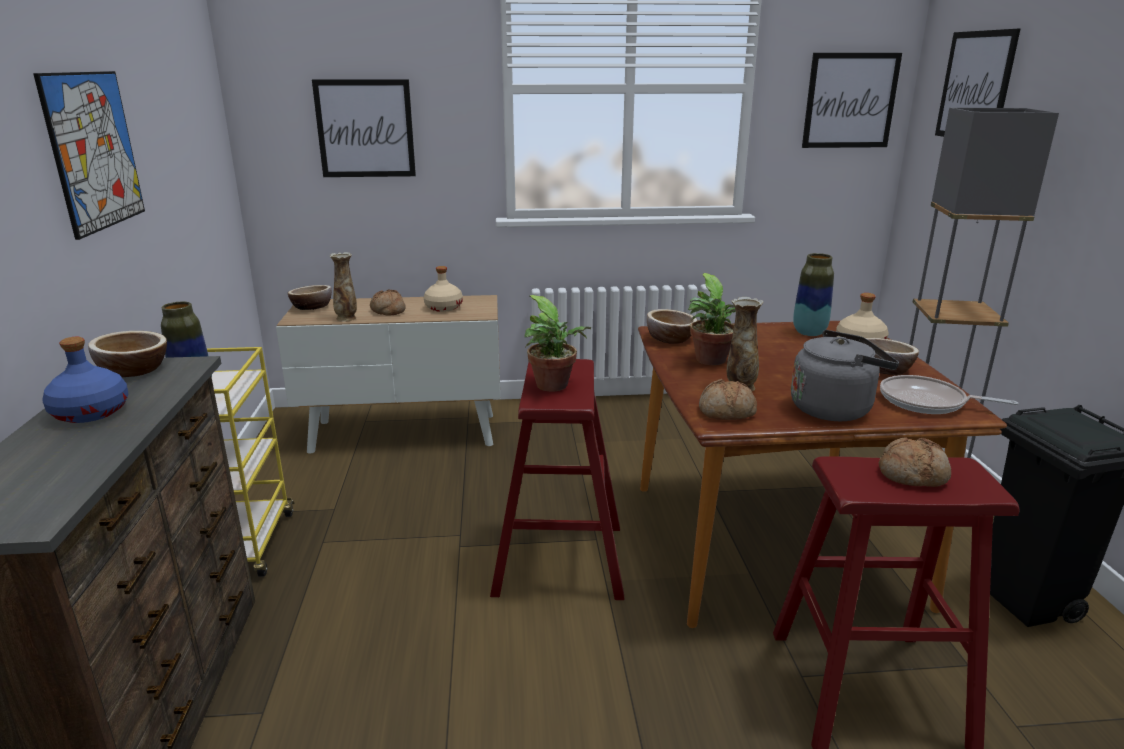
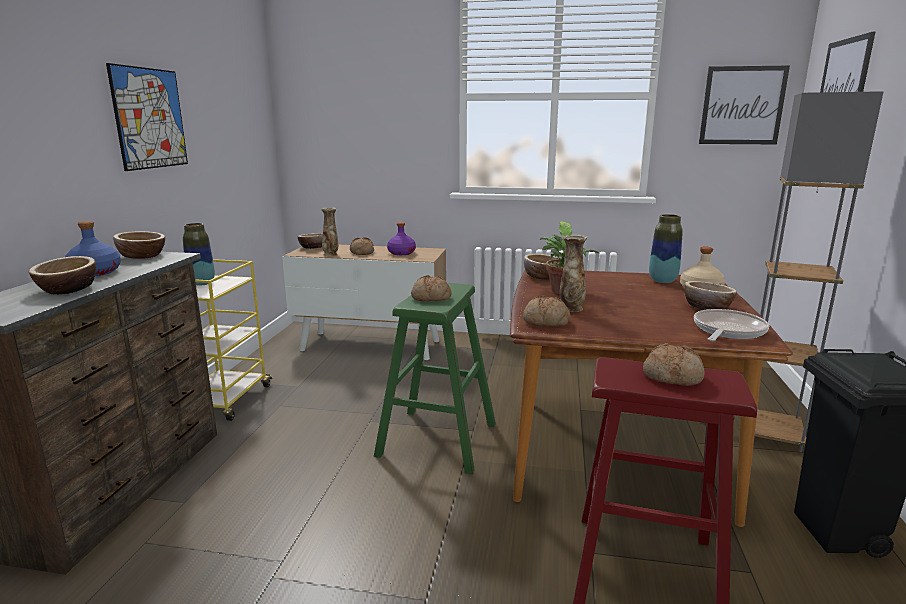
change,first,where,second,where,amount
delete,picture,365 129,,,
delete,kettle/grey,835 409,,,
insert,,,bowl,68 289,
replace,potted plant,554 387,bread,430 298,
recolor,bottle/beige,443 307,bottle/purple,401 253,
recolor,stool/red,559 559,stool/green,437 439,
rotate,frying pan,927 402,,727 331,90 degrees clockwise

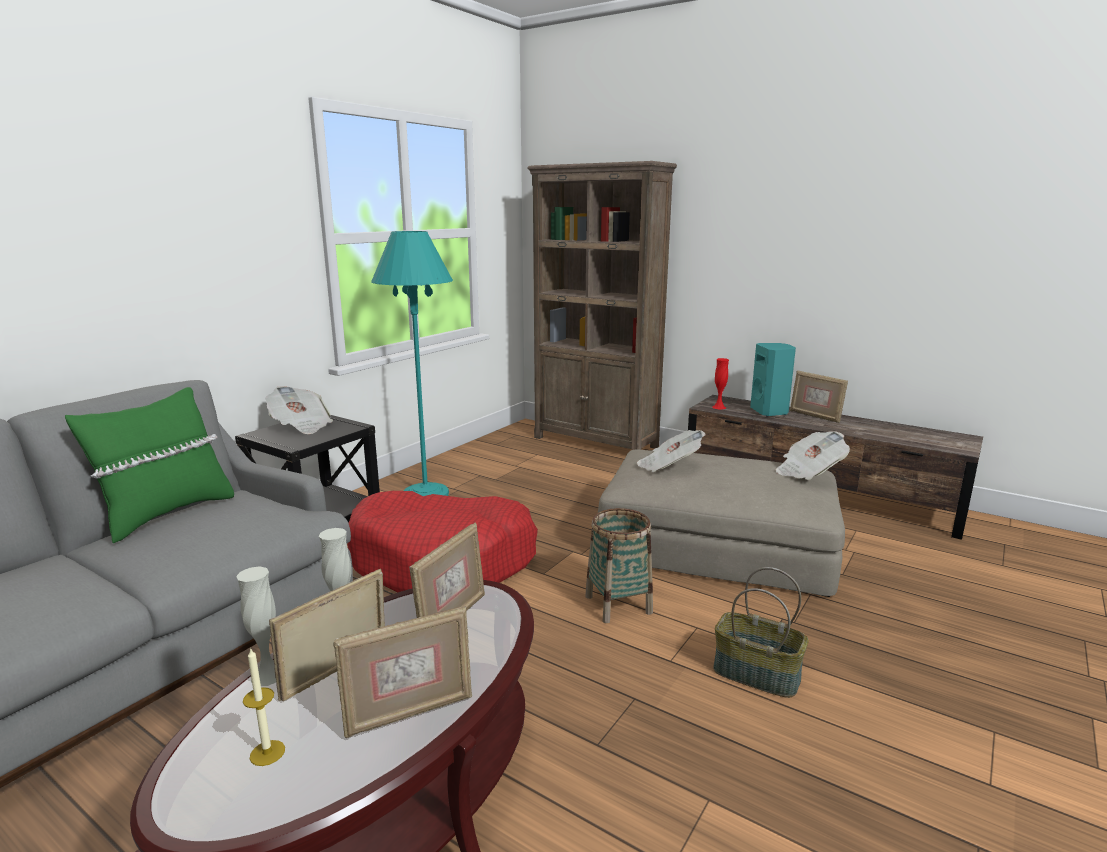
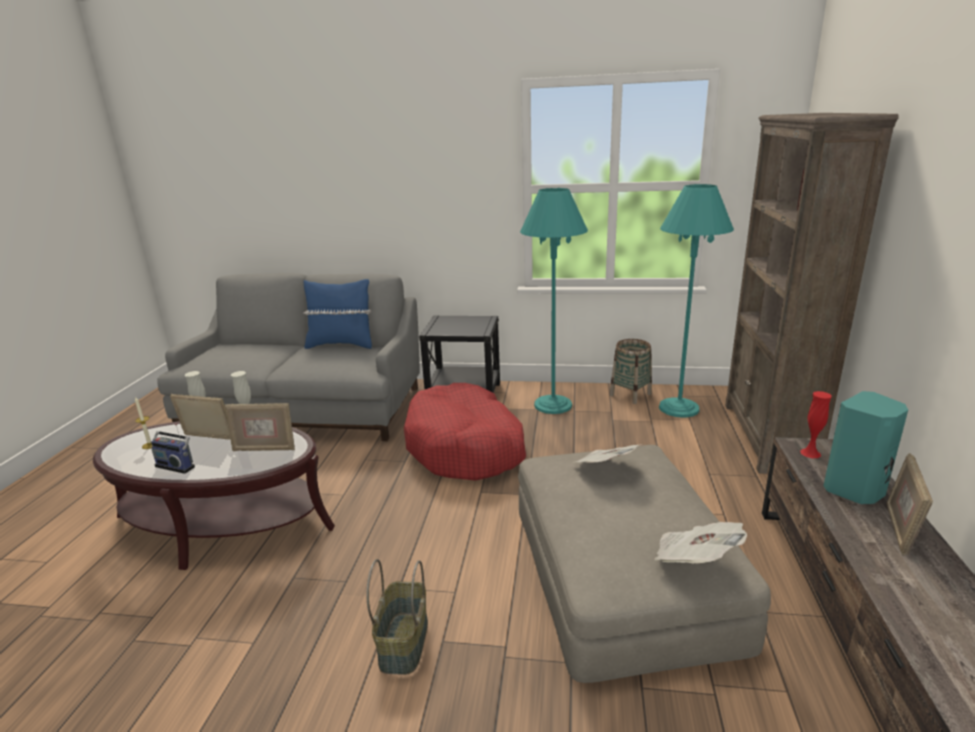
change,first,where,second,where,amount
delete,newspaper,301 426,,,
insert,,,floor lamp/turquoise,679 408,
move,basket,618 604,,630 394,
replace,picture frame,409 713,radio,177 465,
recolor,pillow/green,167 514,pillow/blue,341 345,

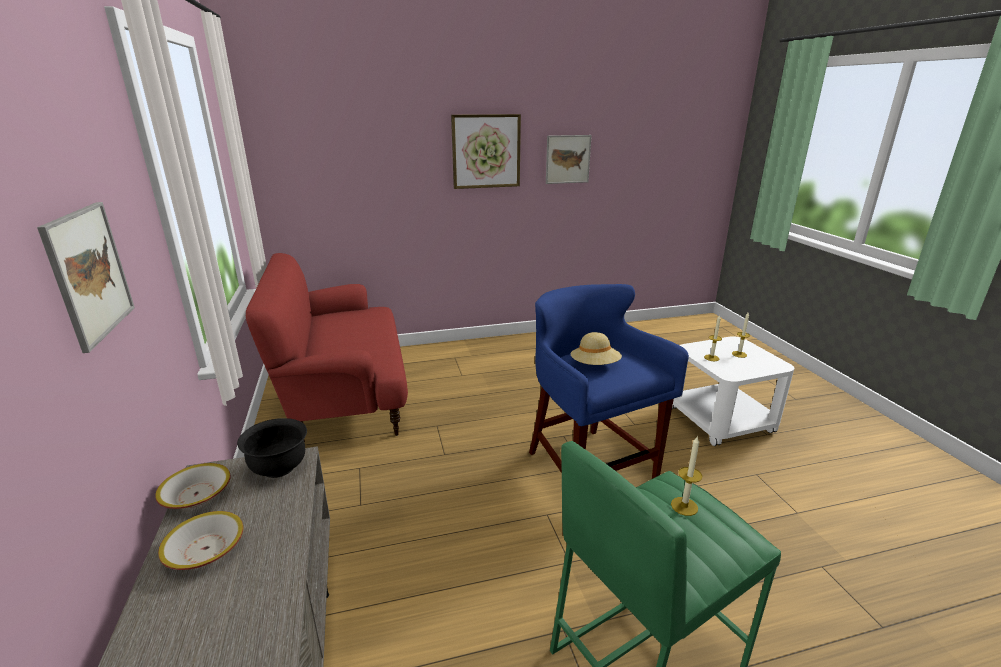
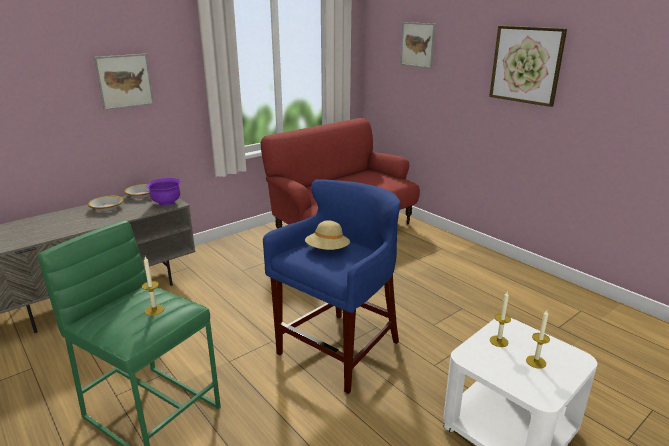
change,first,where,second,where,amount
move,picture,567 159,,417 44,
recolor,bowl/black,279 468,bowl/purple,166 203,

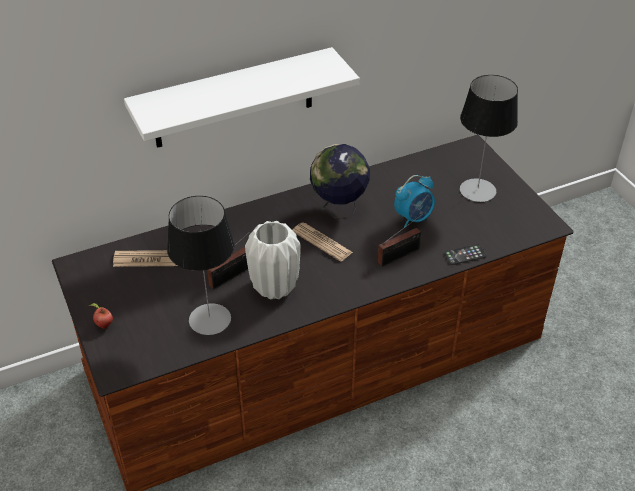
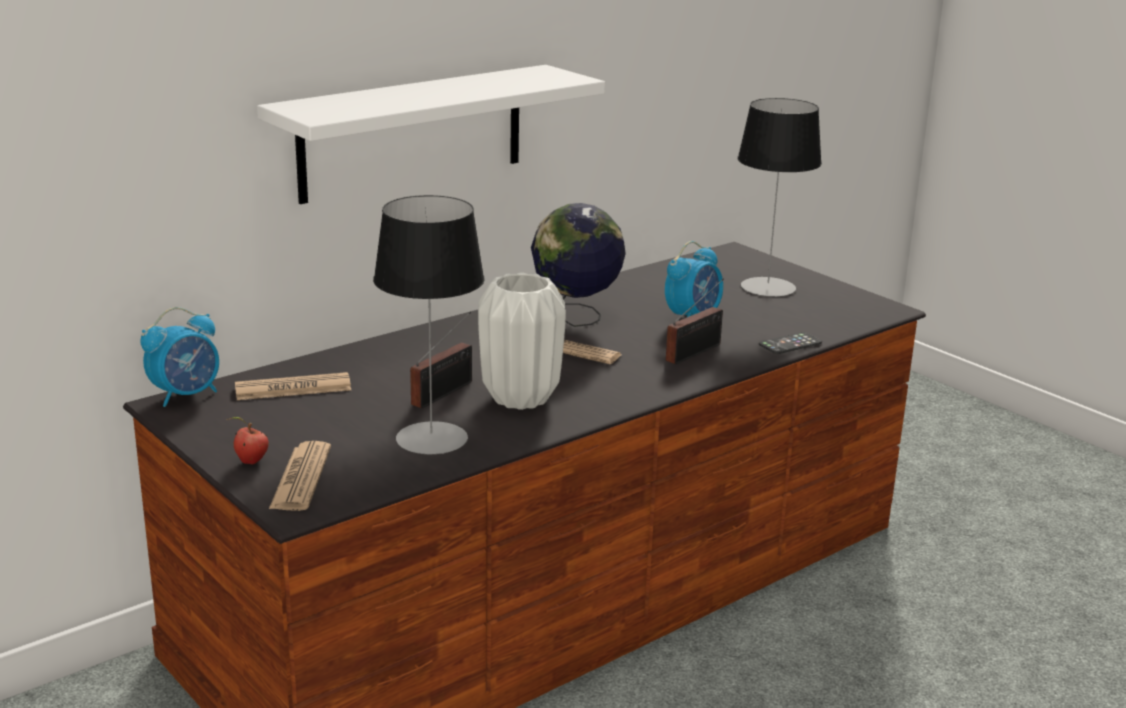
change,first,where,second,where,amount
insert,,,alarm clock,186 395,
insert,,,newspaper,301 478,

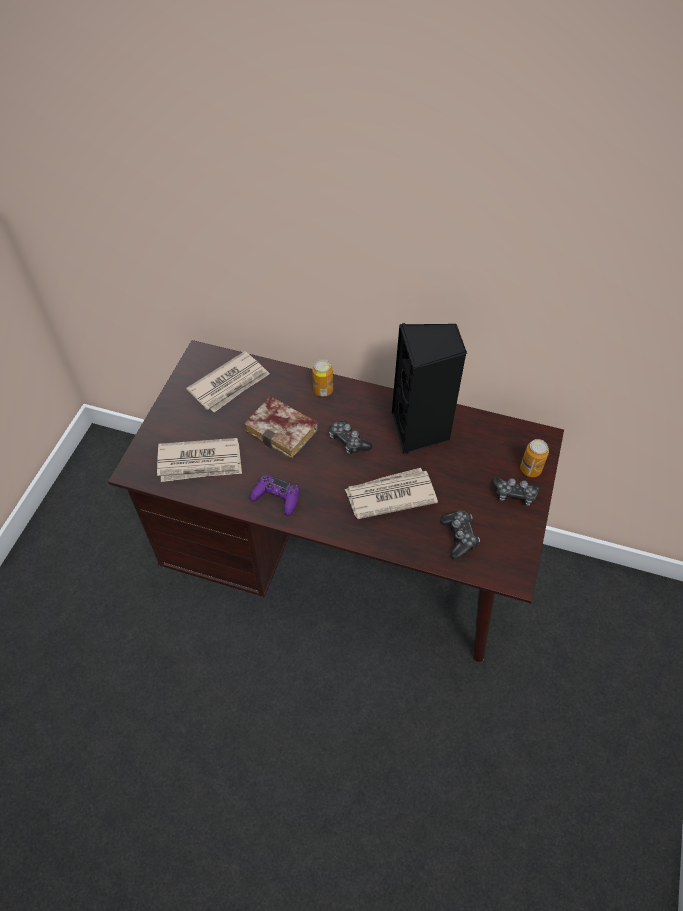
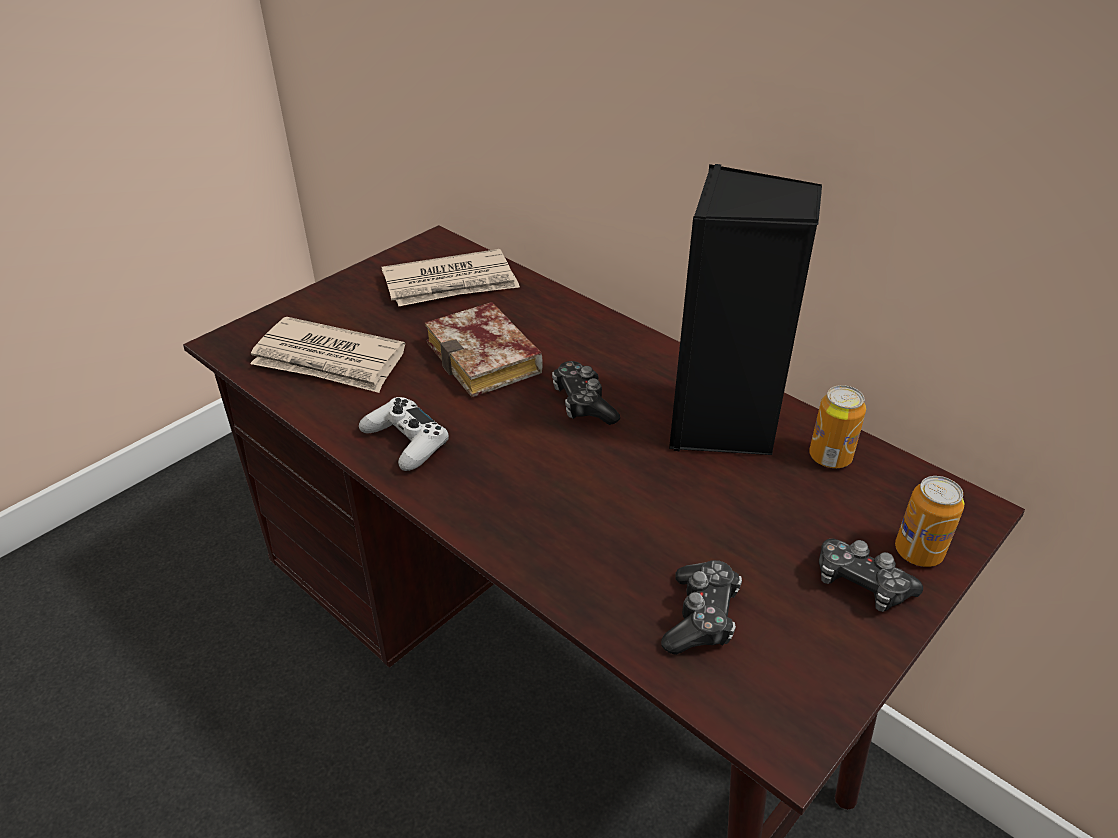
change,first,where,second,where,amount
delete,newspaper,389 495,,,
move,can,323 390,,830 457,
recolor,game controller/purple,276 498,game controller/white,406 442,

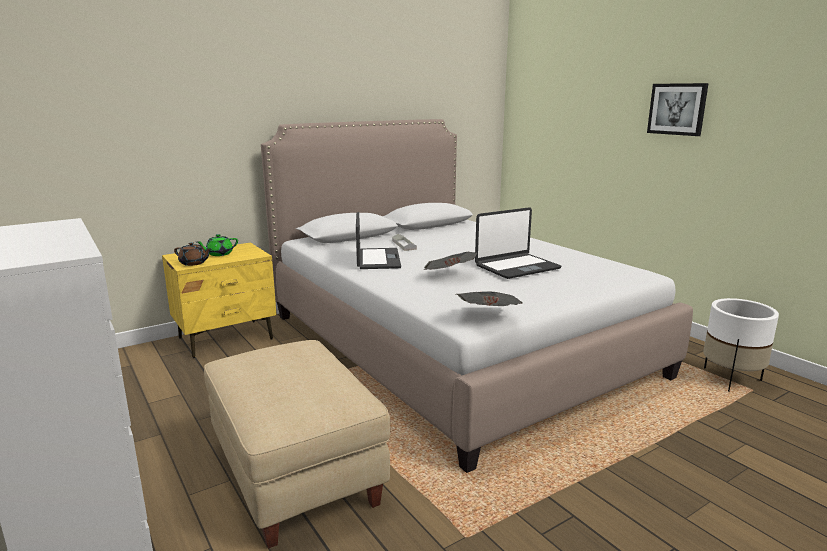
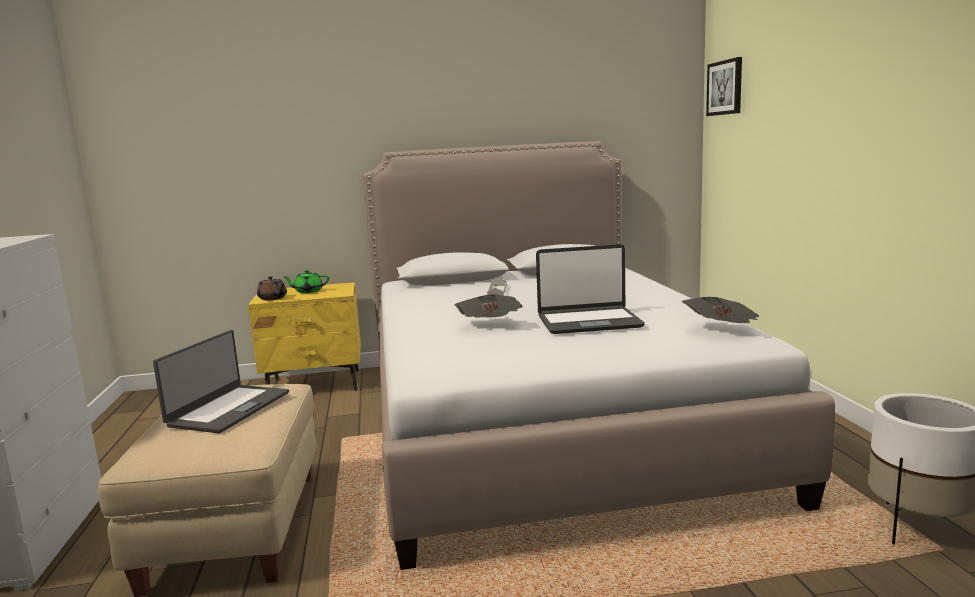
change,first,where,second,where,amount
move,laptop,377 259,,228 409,
move,newspaper,489 316,,722 330,
move,picture,677 109,,725 87,

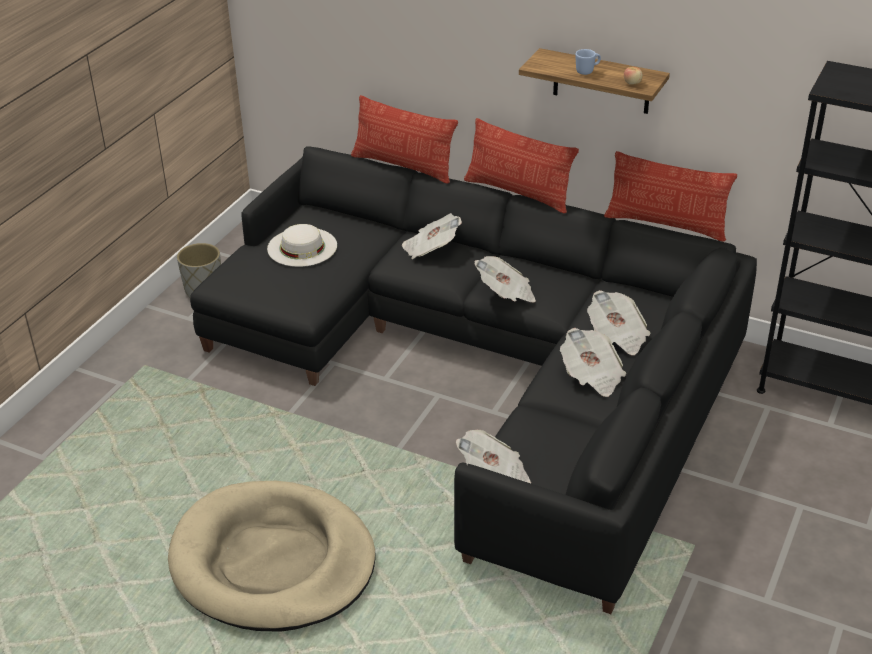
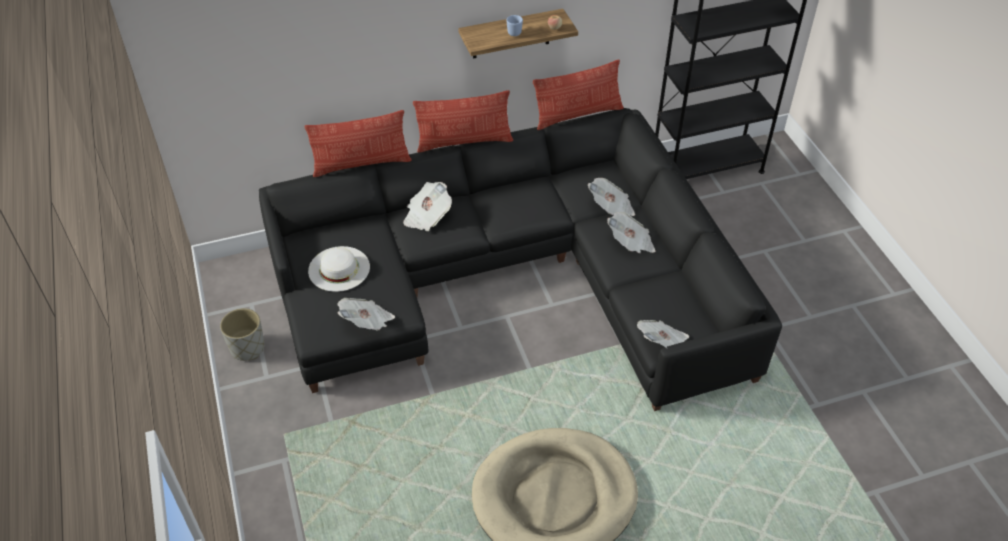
change,first,where,second,where,amount
move,newspaper,506 294,,367 322,

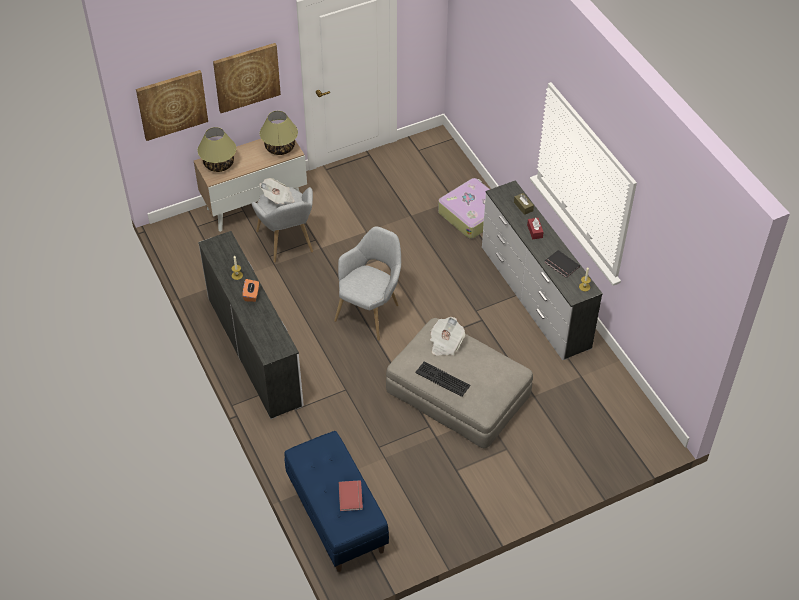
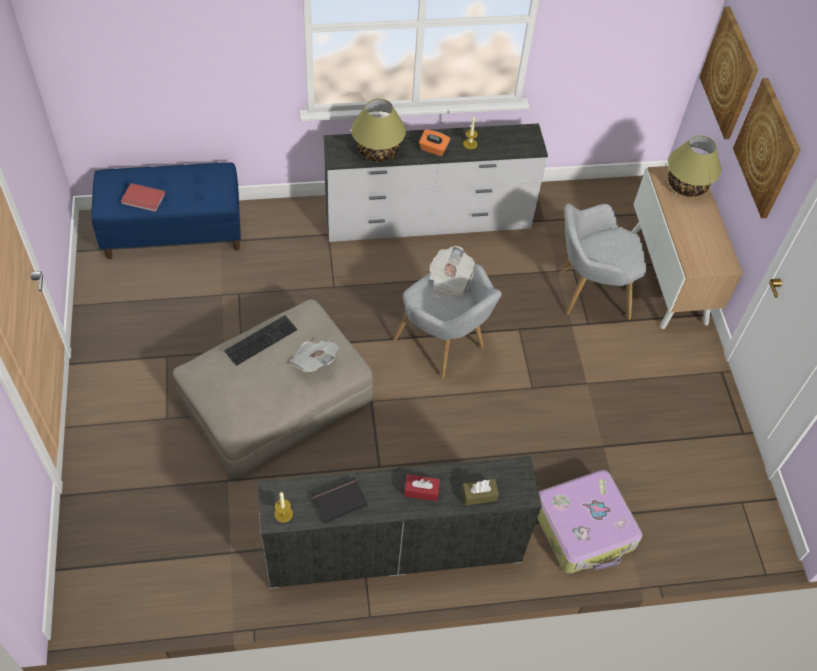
change,first,where,second,where,amount
move,newspaper,278 198,,449 281,
move,table lamp,280 148,,377 151,

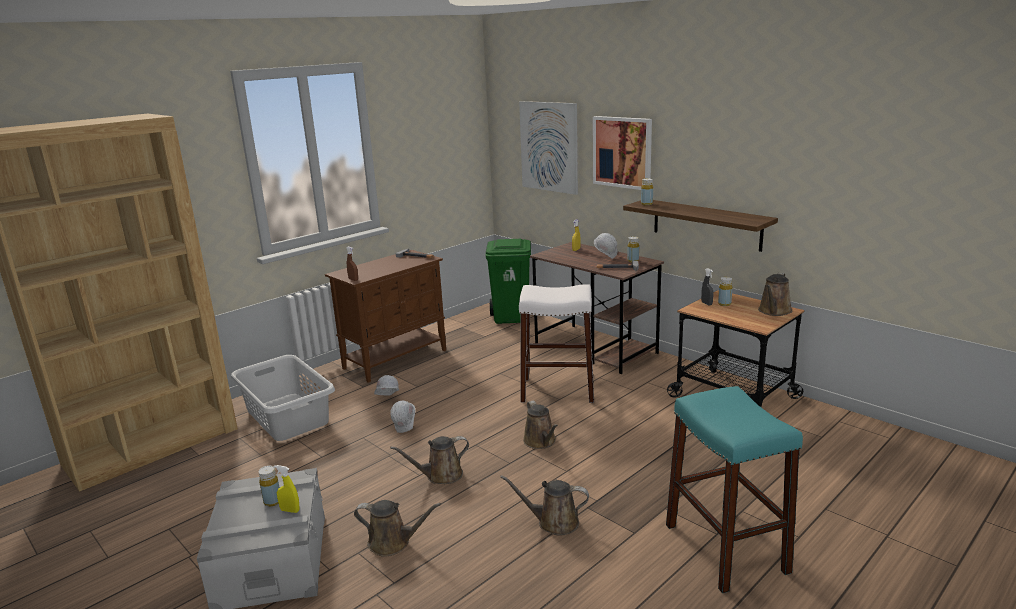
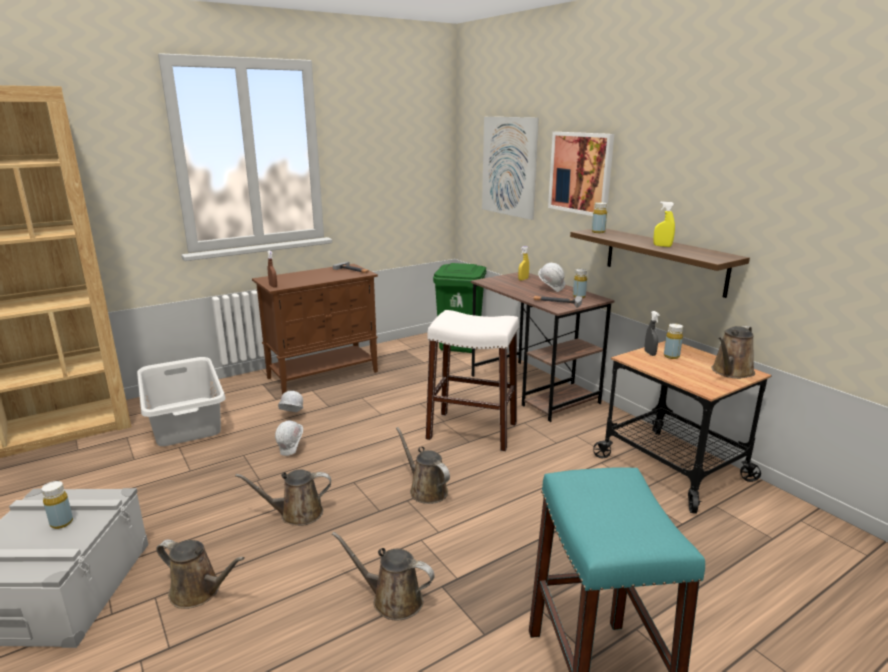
change,first,where,second,where,amount
move,spray bottle/yellow,290 510,,662 246,
rotate,watering can/brown,541 442,,426 490,150 degrees clockwise

